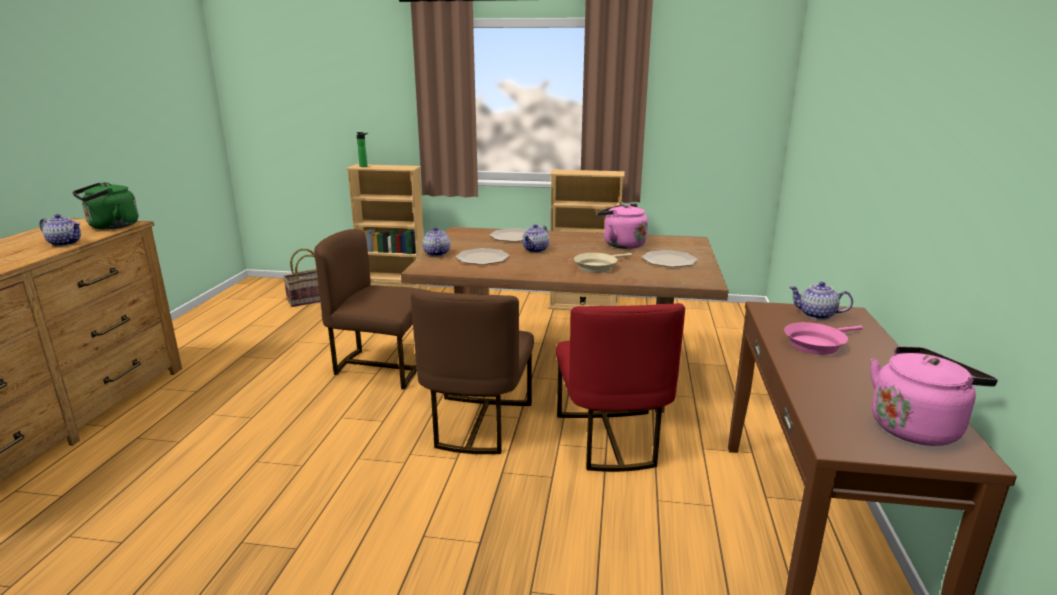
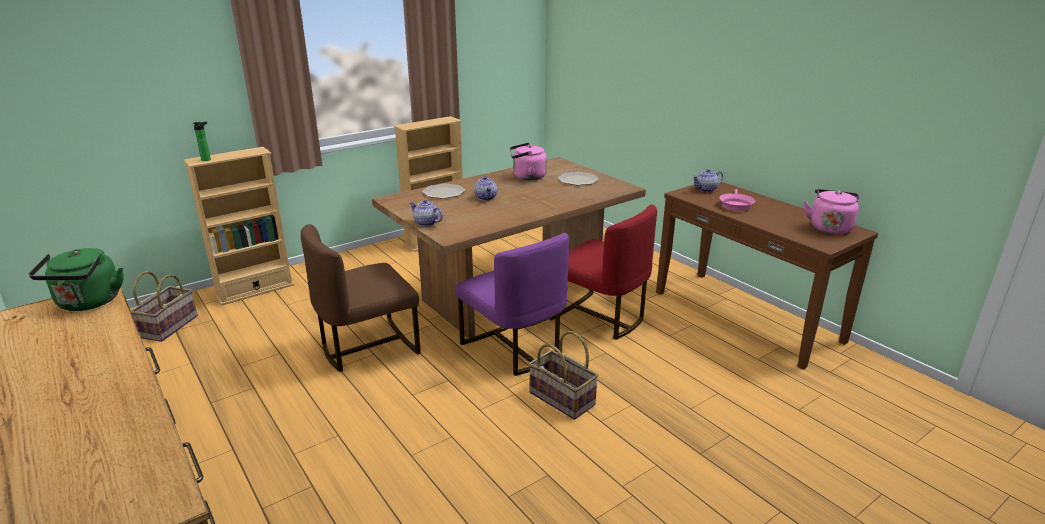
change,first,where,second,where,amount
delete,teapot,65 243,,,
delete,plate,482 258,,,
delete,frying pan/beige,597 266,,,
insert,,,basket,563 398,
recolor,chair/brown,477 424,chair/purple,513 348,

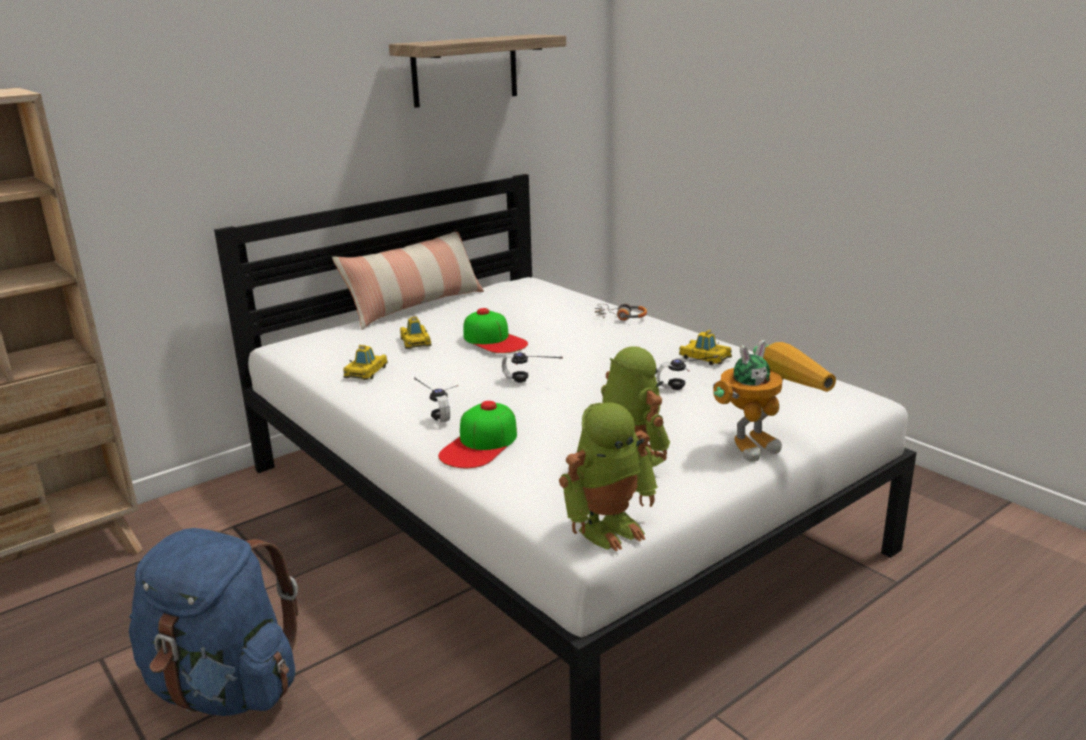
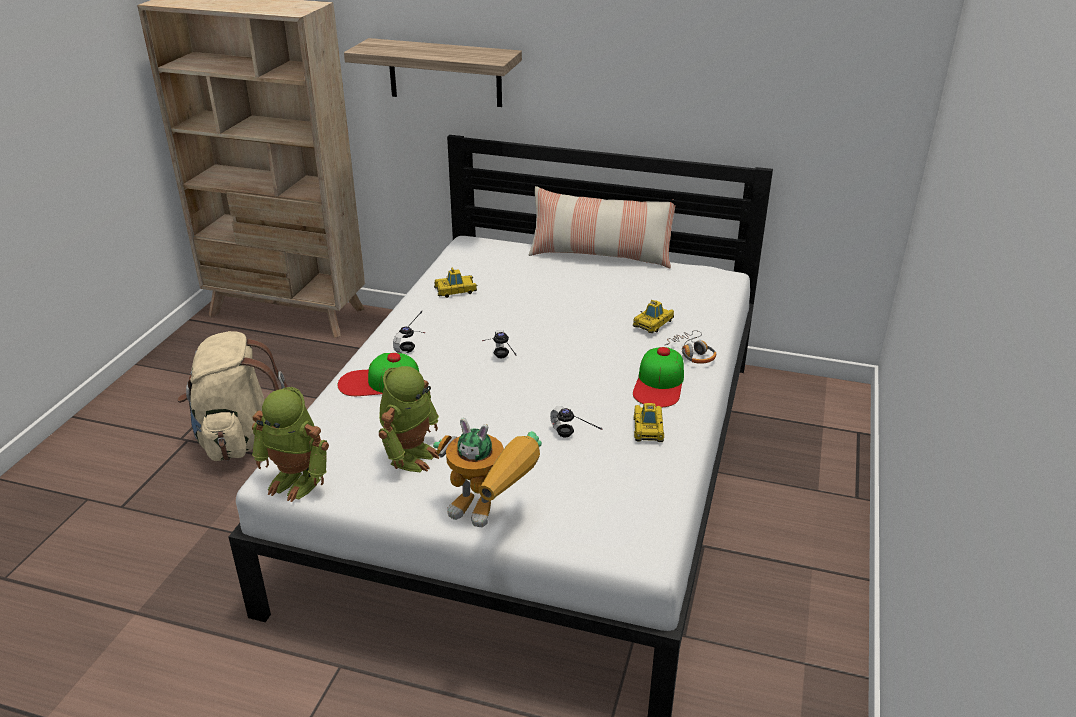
change,first,where,second,where,amount
move,shelf,465 70,,445 73,
move,toy car,415 342,,653 323,
move,cap,494 340,,659 384,
recolor,backpack/blue,225 688,backpack/beige,238 438,

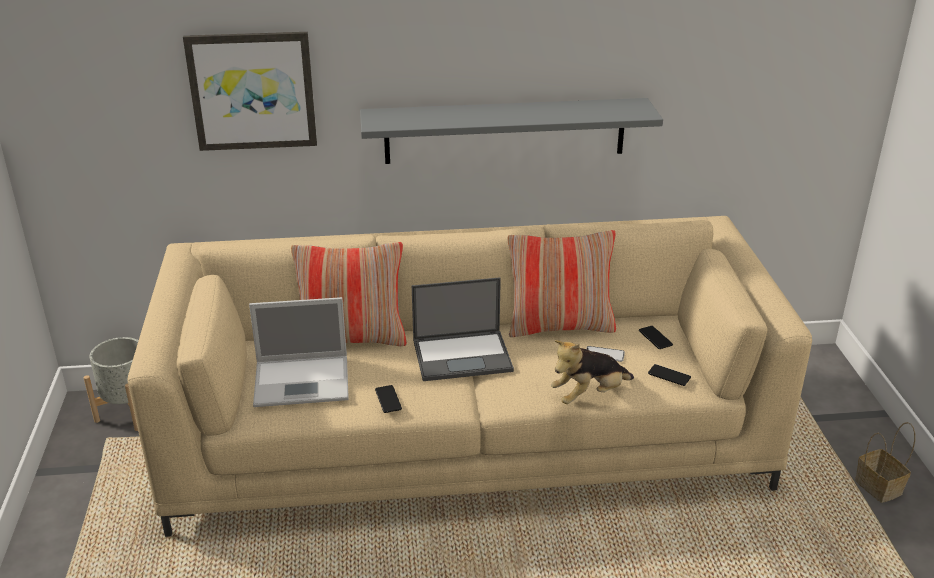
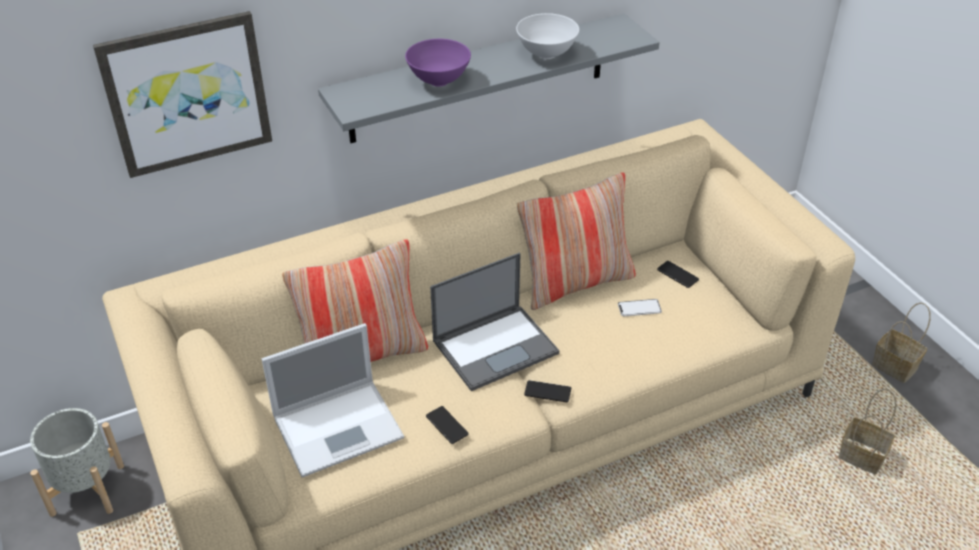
change,first,where,second,where,amount
delete,plush toy,589 395,,,
insert,,,bowl/purple,439 81,
insert,,,bowl/white,547 54,
insert,,,basket,863 457,
move,phone,669 375,,547 392,

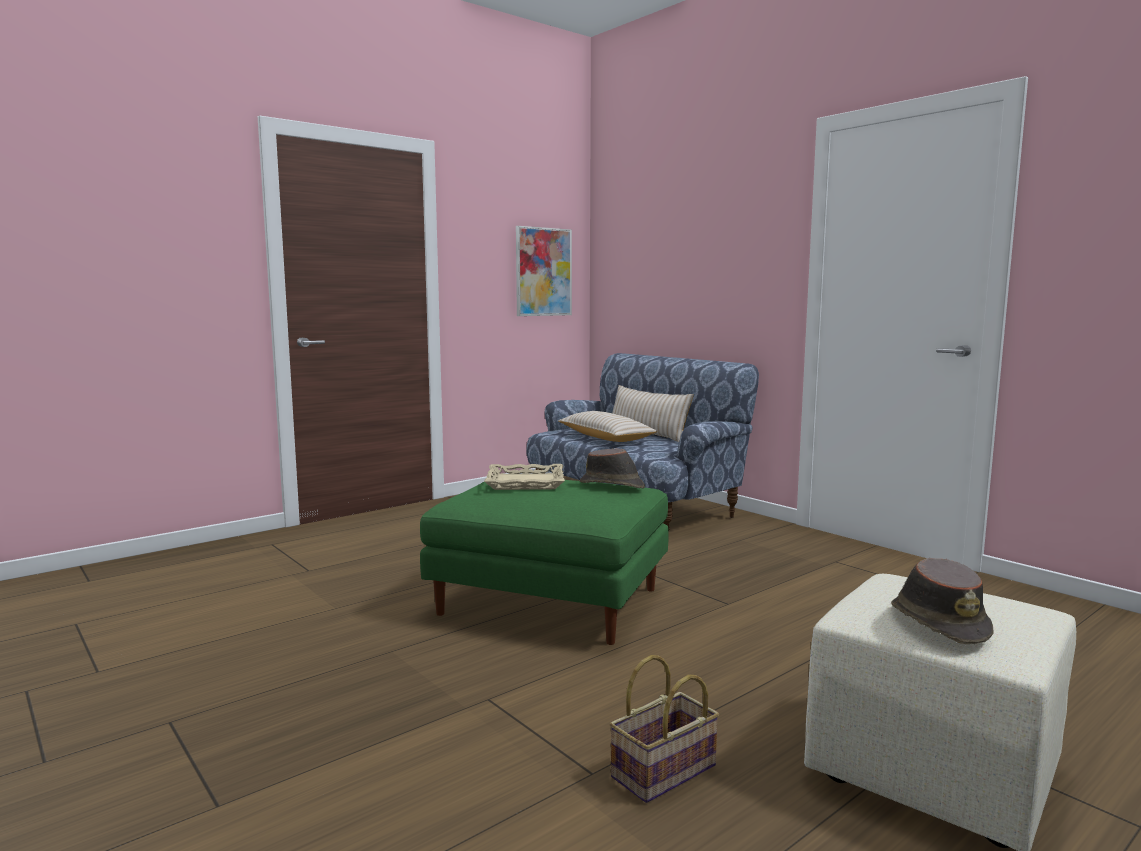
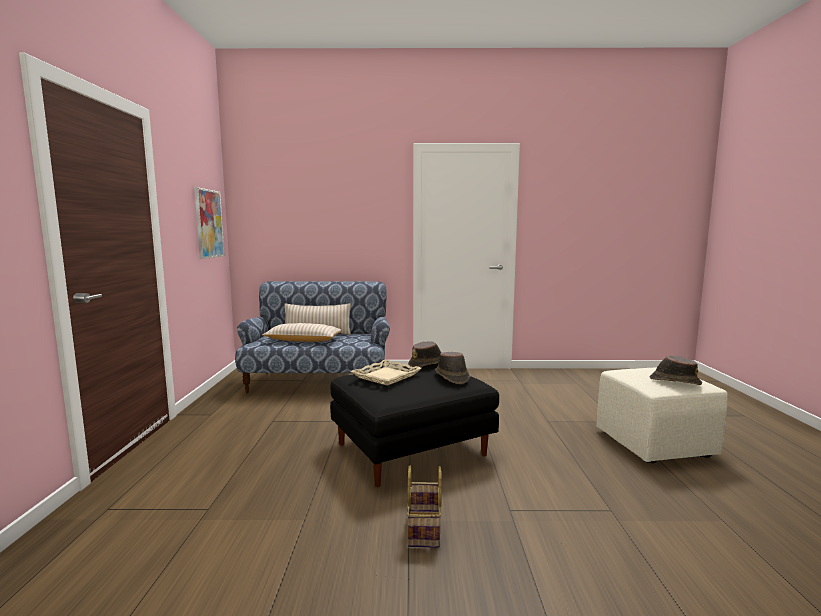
change,first,where,second,where,amount
insert,,,hat/brown,451 377,
move,basket,663 773,,425 529,
recolor,ottoman/green,553 601,ottoman/black,412 449,

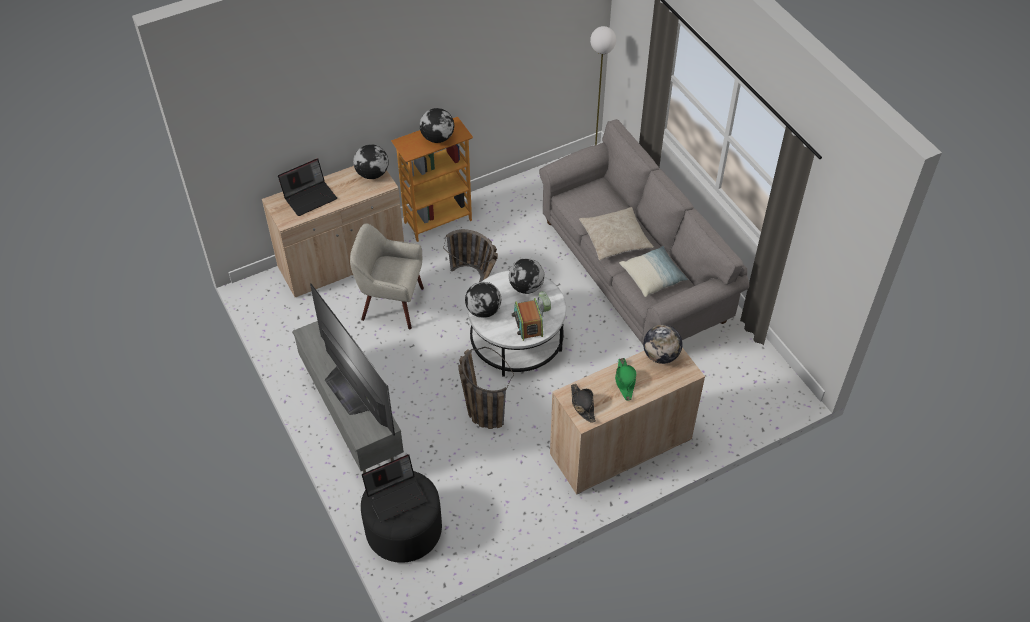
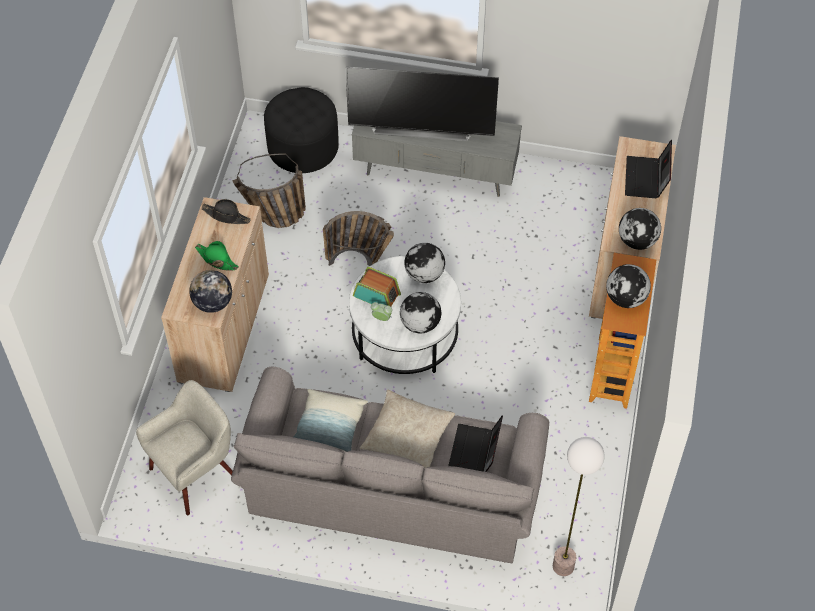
change,first,where,second,where,amount
move,armchair/beige,391 304,,195 473,
move,laptop,396 495,,475 453,
move,basket,476 279,,272 218,

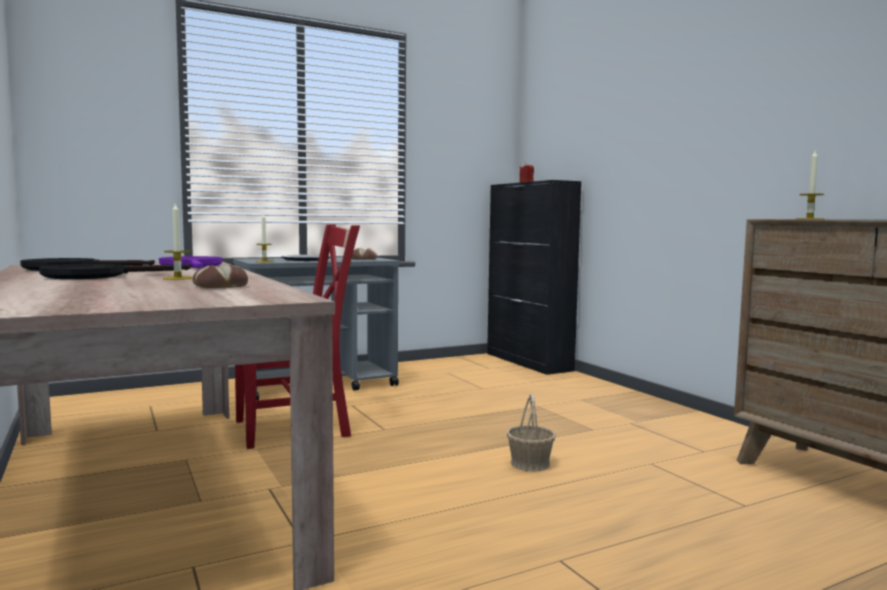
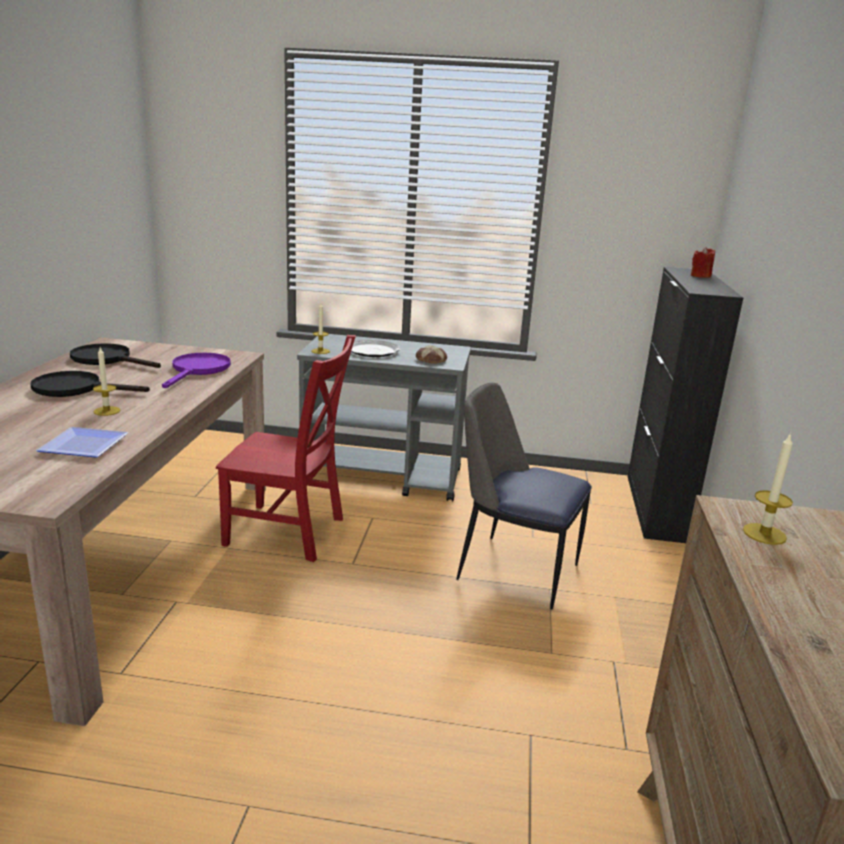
change,first,where,second,where,amount
delete,basket,530 463,,,
insert,,,chair,514 570,
replace,bread,220 286,plate,83 444,

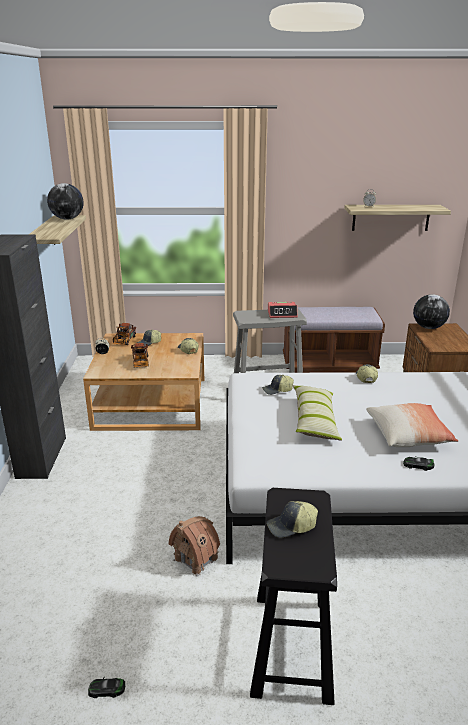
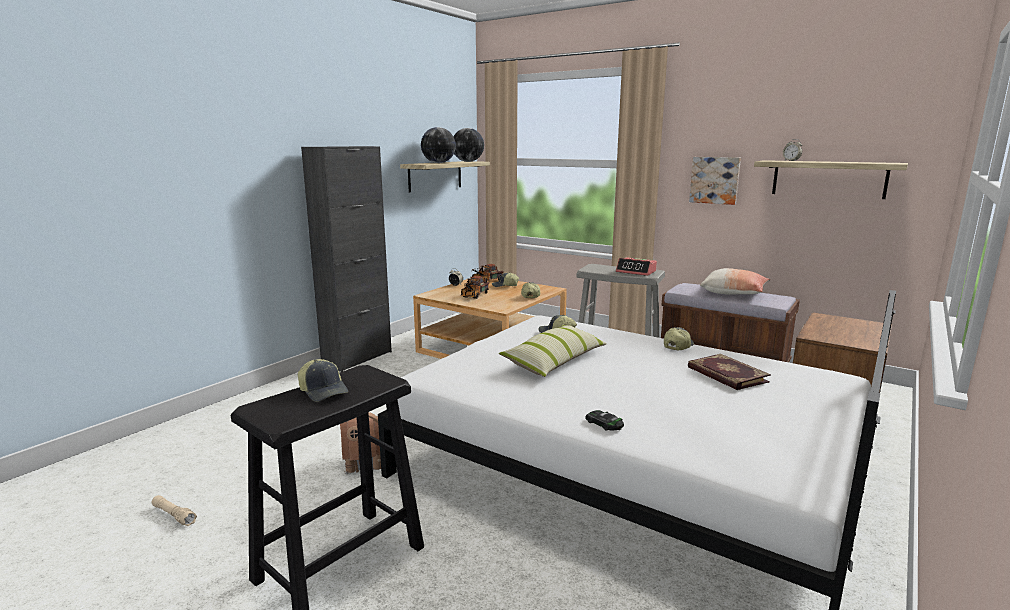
change,first,where,second,where,amount
insert,,,book,726 375,
insert,,,picture,715 180,
move,pillow,408 435,,734 293,
move,globe,428 327,,439 163,
replace,toy car,107 690,flashlight/beige,174 515,
rotate,cap,291 527,,324 391,150 degrees counterclockwise

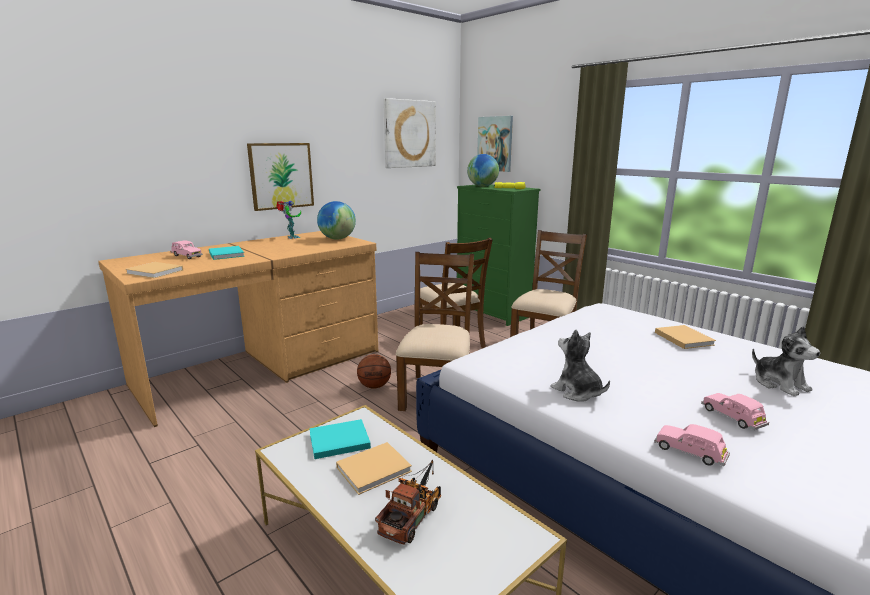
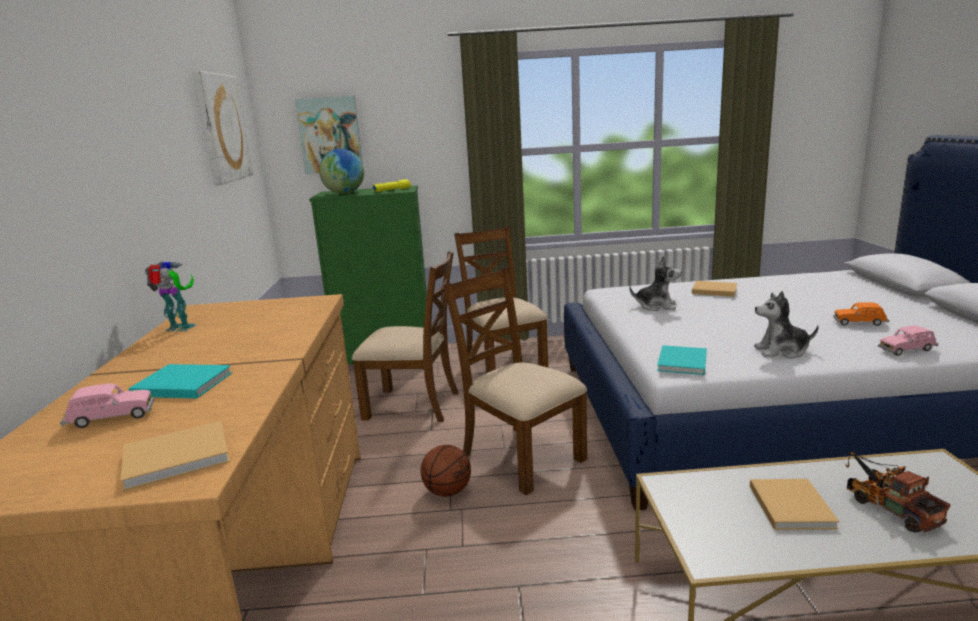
change,first,where,second,where,amount
delete,picture,281 176,,,
delete,globe,337 239,,,
move,book/turquoise,337 441,,682 363,
move,plush toy,779 384,,656 306,
recolor,toy car/pink,732 418,toy car/orange,860 323,

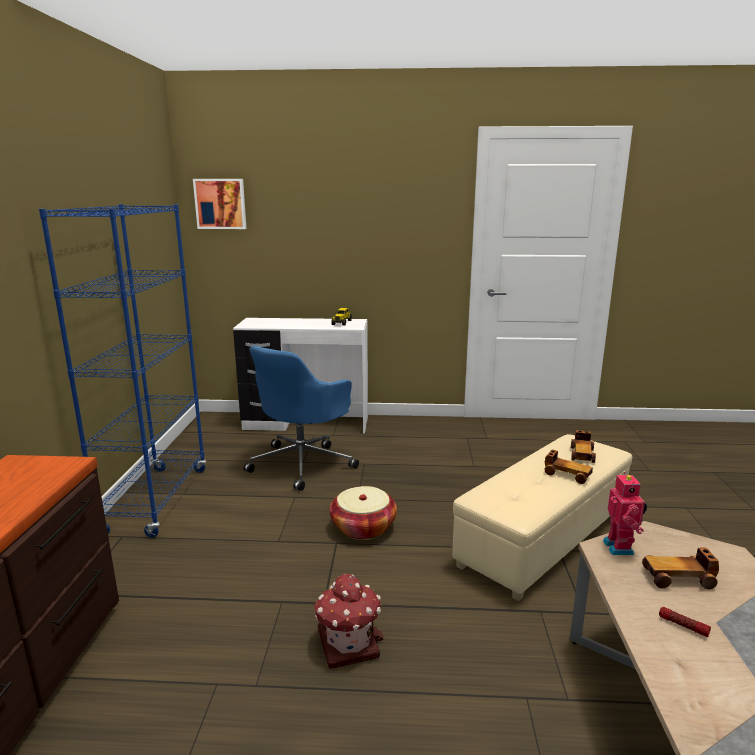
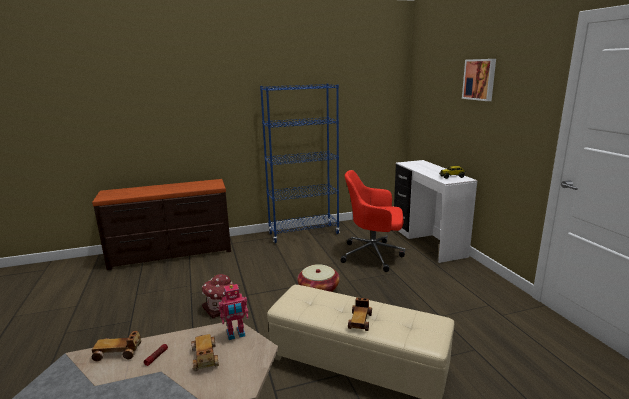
change,first,where,second,where,amount
move,picture,220 204,,480 79,
move,toy car,582 454,,118 353,
recolor,office chair/blue,303 463,office chair/red,374 255,

